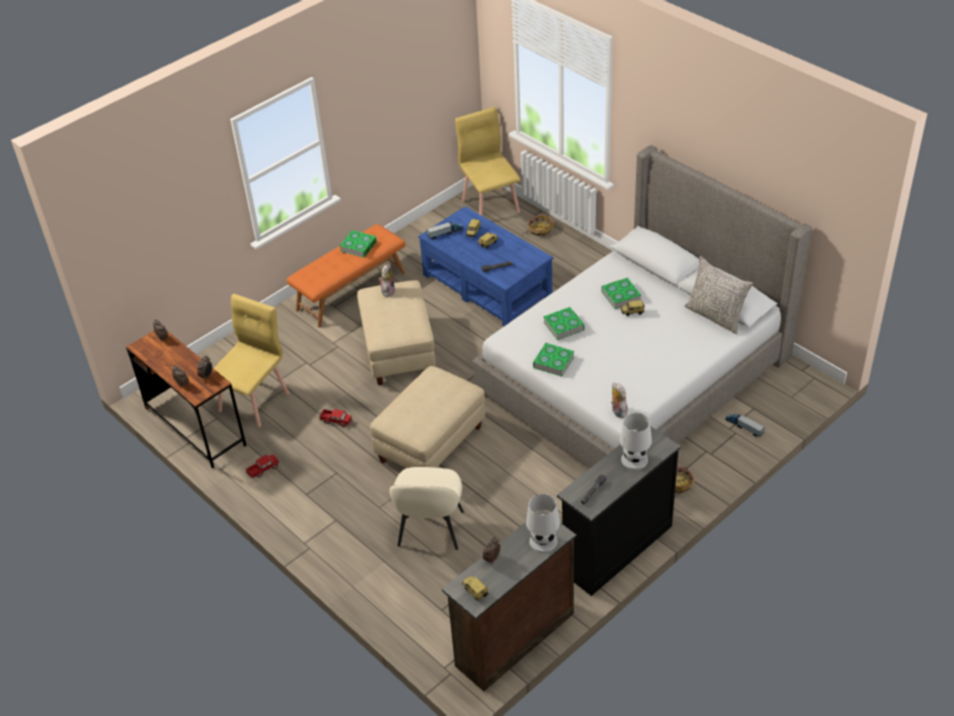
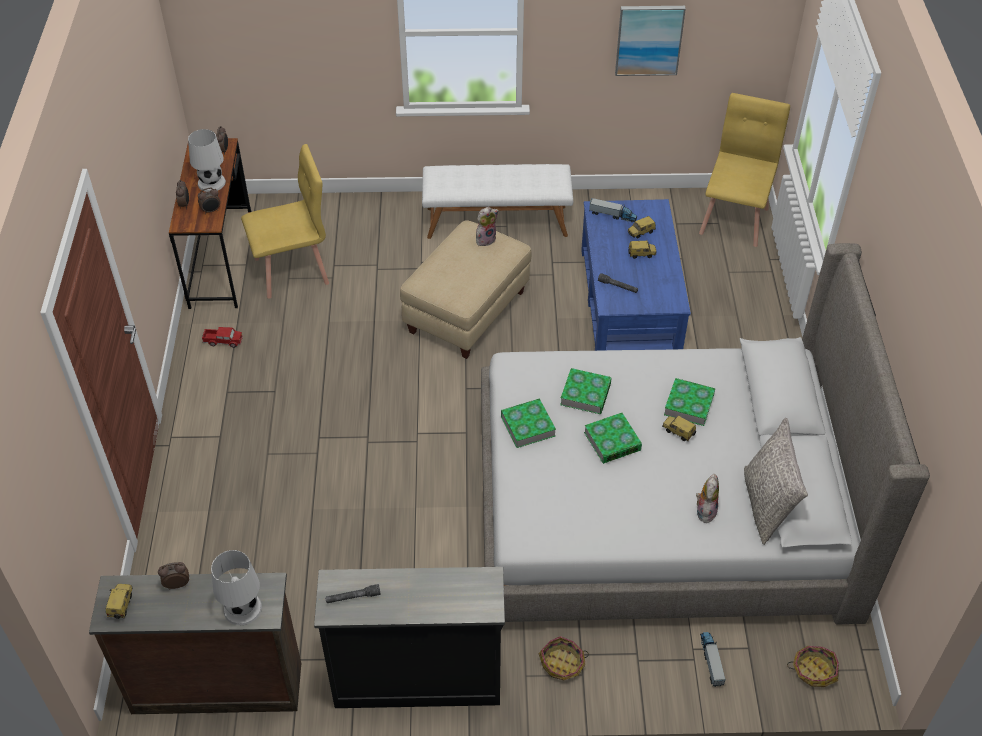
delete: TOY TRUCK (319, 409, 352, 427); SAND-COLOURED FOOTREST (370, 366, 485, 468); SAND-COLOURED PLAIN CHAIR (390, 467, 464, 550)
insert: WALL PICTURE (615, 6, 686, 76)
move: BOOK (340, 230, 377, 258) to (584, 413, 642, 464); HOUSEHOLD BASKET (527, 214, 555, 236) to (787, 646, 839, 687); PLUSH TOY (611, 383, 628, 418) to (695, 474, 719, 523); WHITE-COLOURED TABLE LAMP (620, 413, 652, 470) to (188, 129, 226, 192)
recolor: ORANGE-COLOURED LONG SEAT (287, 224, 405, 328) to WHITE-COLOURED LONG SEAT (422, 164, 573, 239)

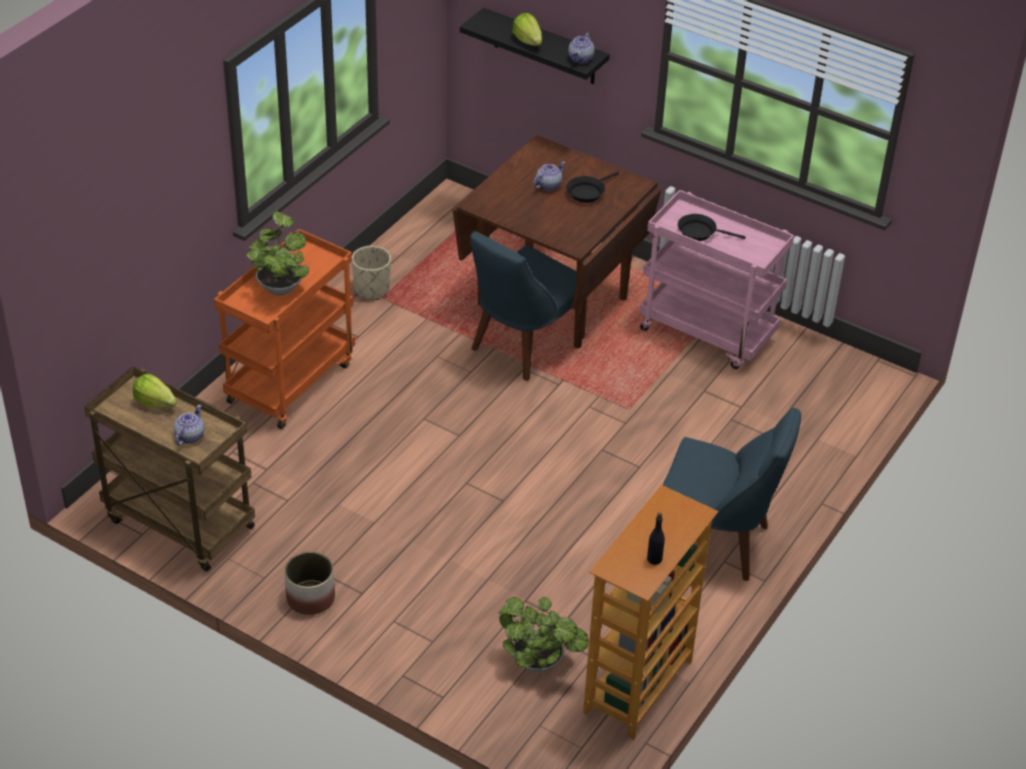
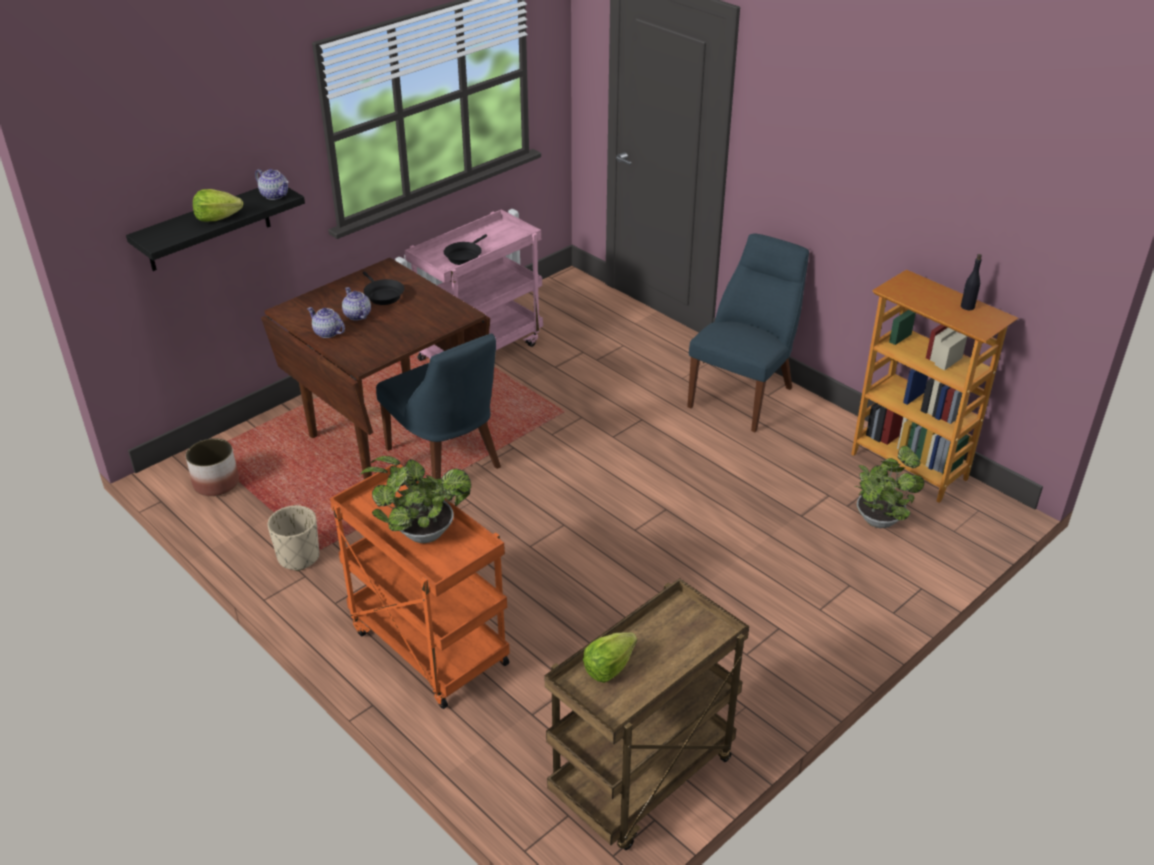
move: TEAPOT (174, 405, 204, 446) to (307, 307, 345, 338); PLANTER (285, 552, 335, 615) to (186, 438, 239, 496)

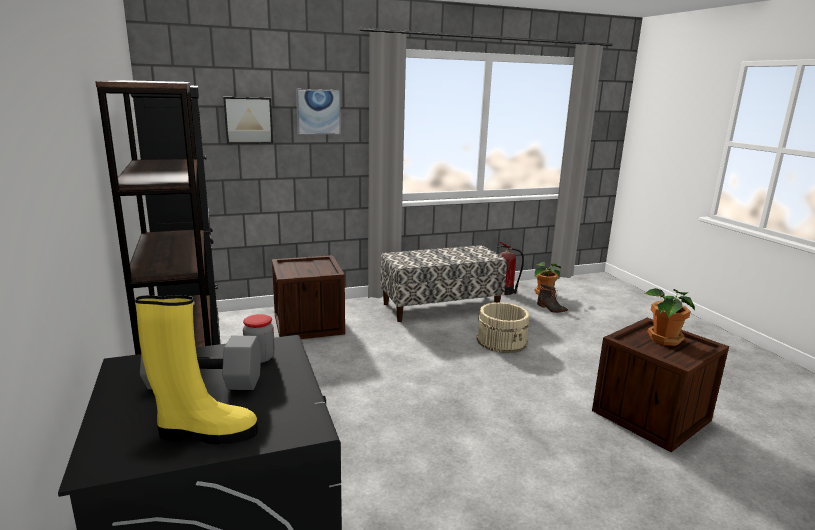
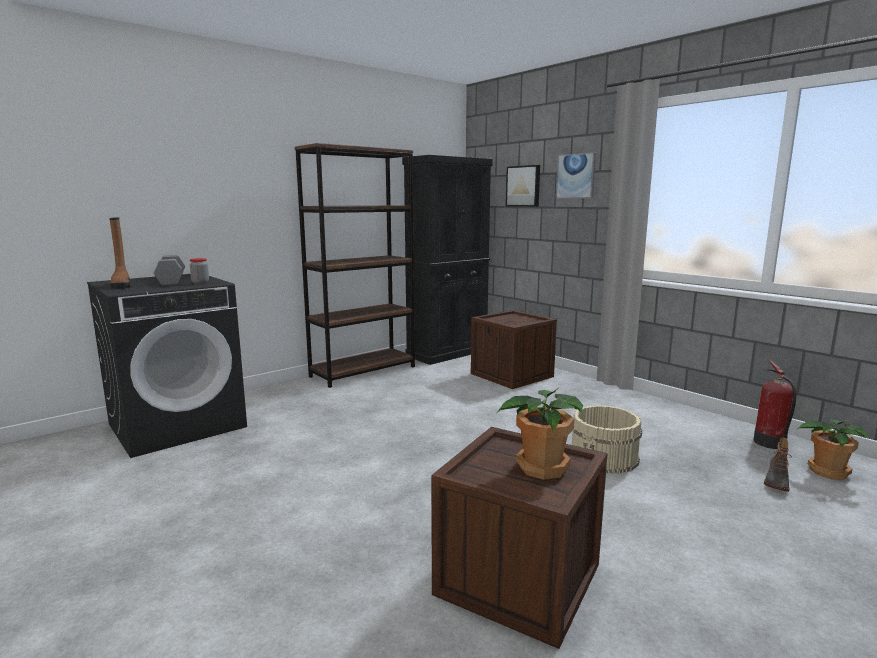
delete: LONG SEAT (380, 245, 507, 322)
recolor: YELLOWISH TALL BOOT (135, 295, 258, 445) to BROWNISH TALL BOOT (109, 217, 130, 289)

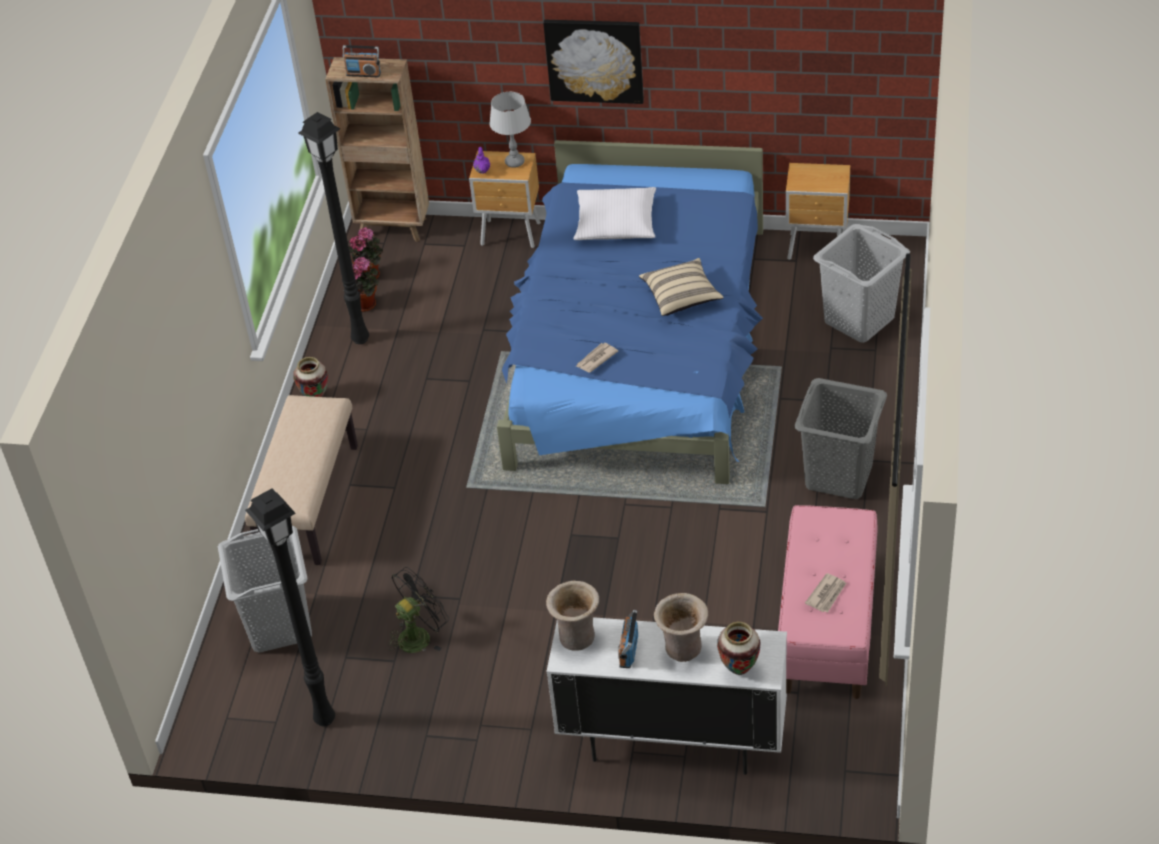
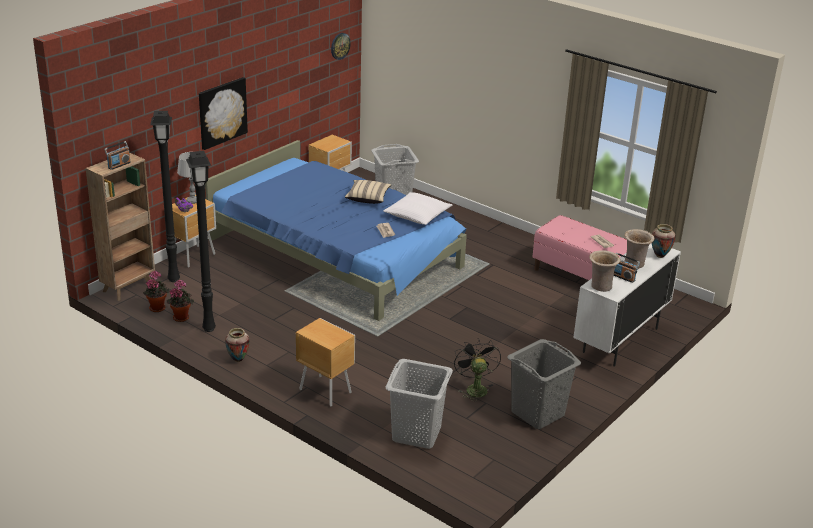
insert: HANGING CLOCK (331, 33, 351, 60)
move: BLACK-COLOURED STANDARD LAMP (245, 488, 335, 726) to (150, 111, 180, 282); WHITE-COLOURED PILLOW (573, 187, 656, 240) to (383, 192, 452, 225); GREY WASHING BASKET (794, 378, 887, 499) to (507, 339, 581, 429)
replace: SAND-COLOURED LONG SEAT (245, 395, 358, 565) to BROWNISH NIGHT TABLE (296, 318, 355, 407)

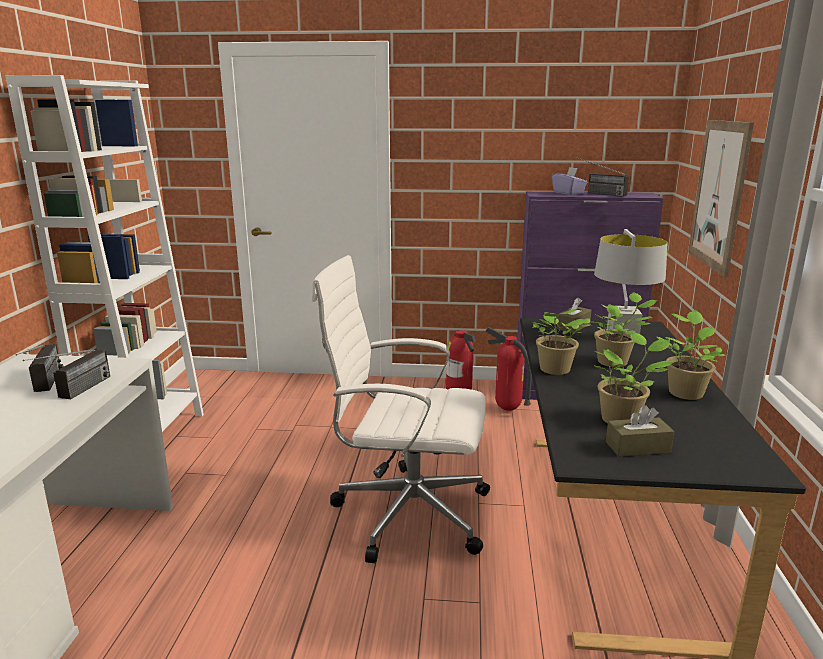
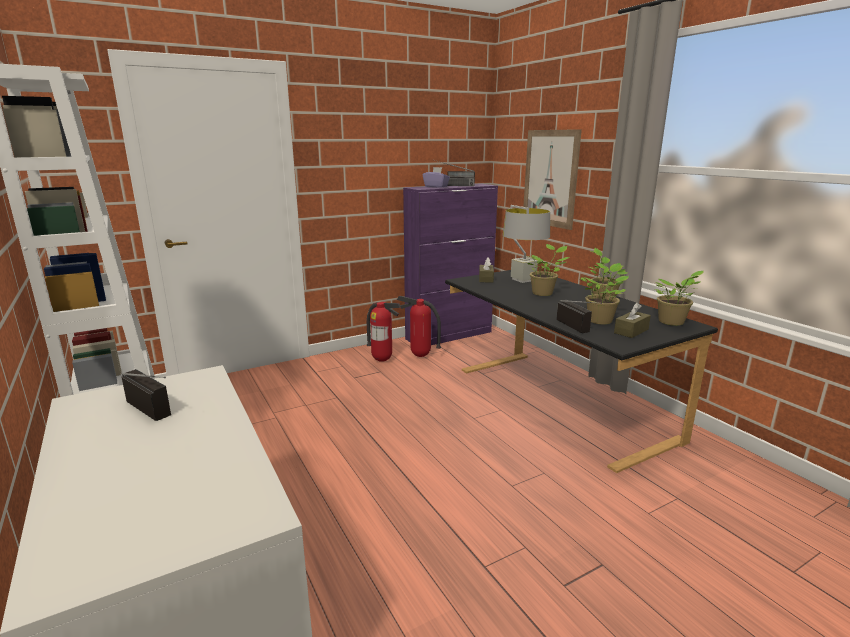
delete: WHITE-COLOURED OFFICE CHAIR (312, 255, 490, 563)
move: RADIO RECEIVER (23, 349, 110, 399) to (556, 300, 602, 333); POTTED PLANT (533, 309, 590, 375) to (655, 271, 703, 326)

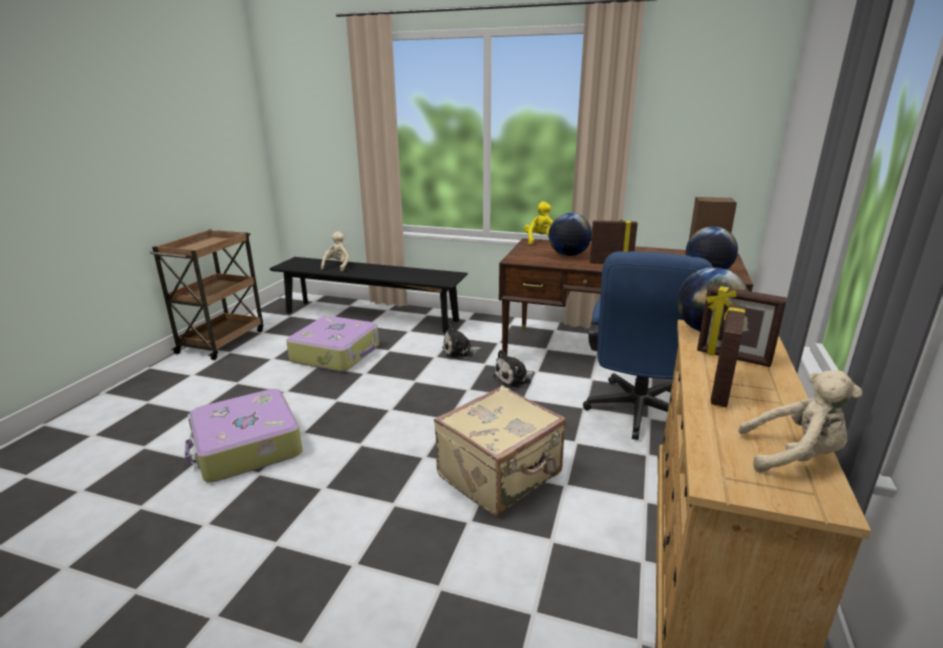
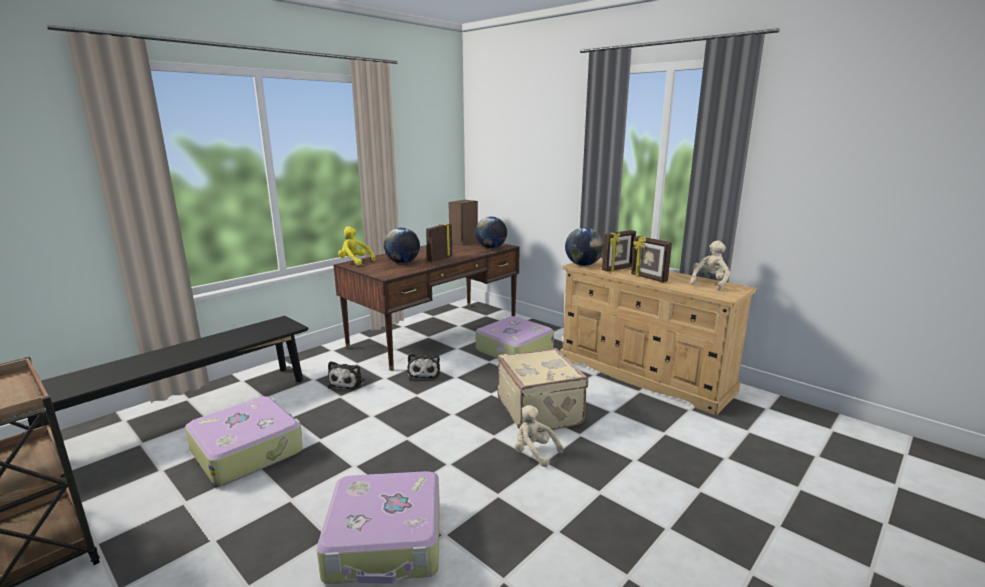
move: SAND-COLOURED PLUSH TOY (321, 231, 349, 272) to (515, 405, 563, 467)
replace: BLUISH OFFICE CHAIR (583, 251, 713, 440) to SUITCASE (476, 316, 554, 359)

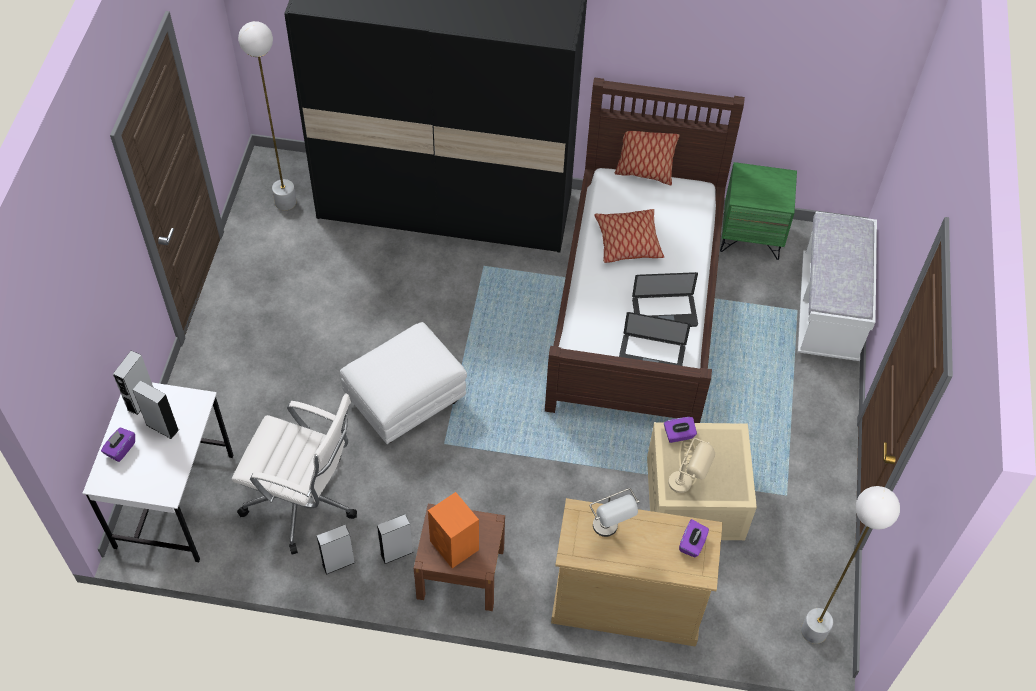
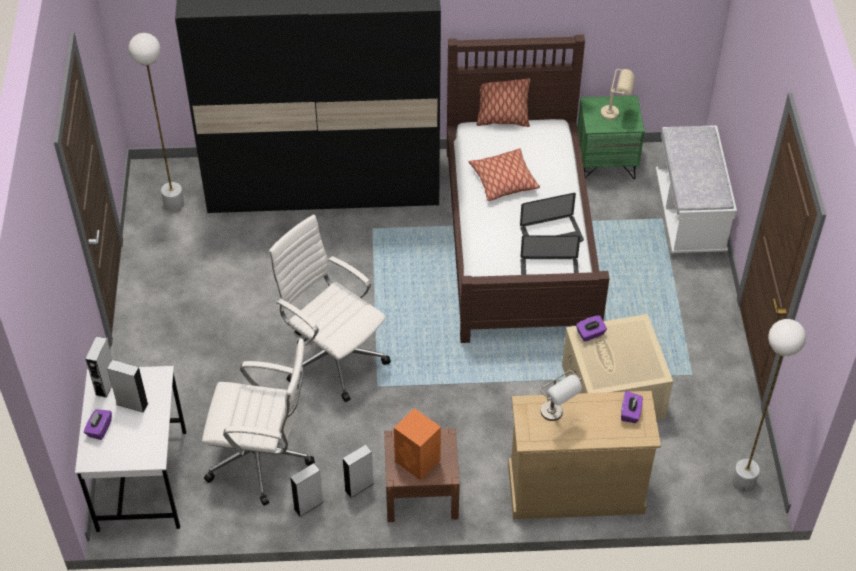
move: SAND-COLOURED TABLE LAMP (668, 438, 715, 493) to (601, 69, 635, 120)
replace: WHITE-COLOURED FOOTREST (340, 322, 467, 444) to WHITE-COLOURED OFFICE CHAIR (269, 214, 391, 402)

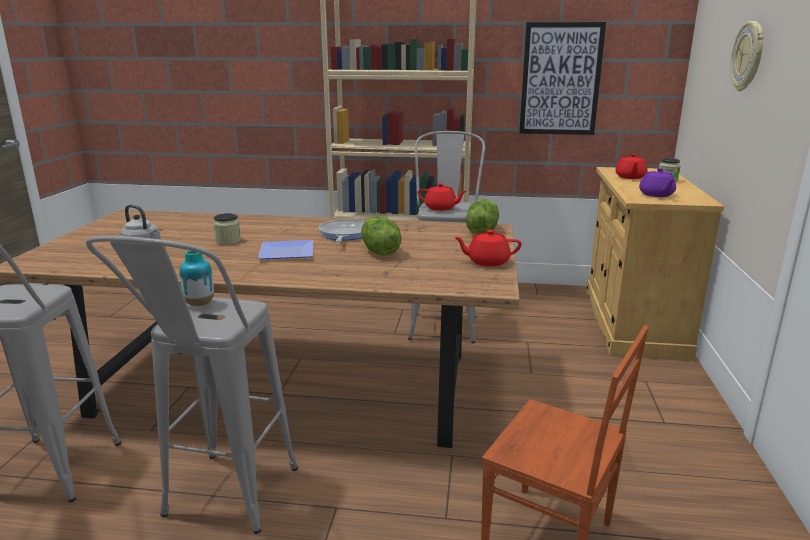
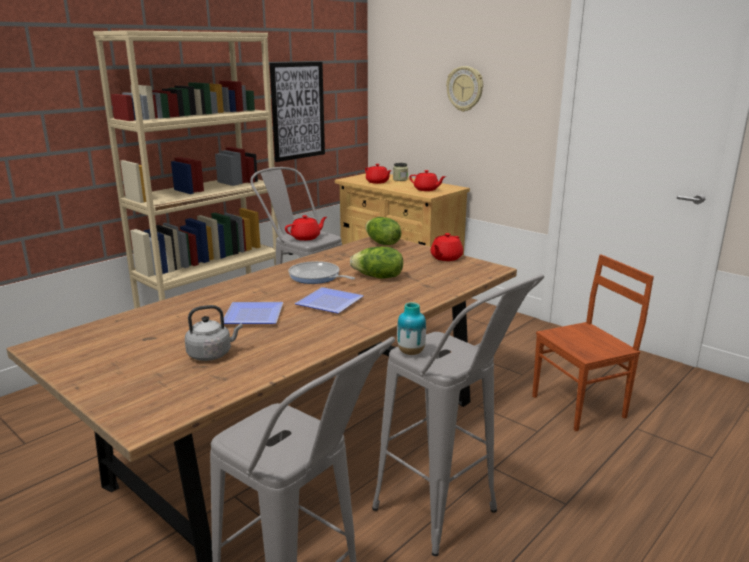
replace: STORAGE JAR (213, 213, 241, 245) to DINNER PLATE (224, 302, 283, 324)
recolor: PURPLISH TEAPOT (639, 168, 676, 197) to RED-COLOURED TEAPOT (409, 170, 446, 191)

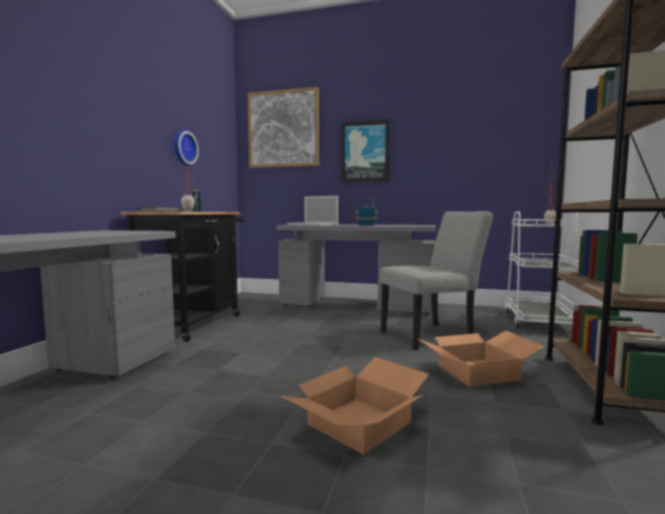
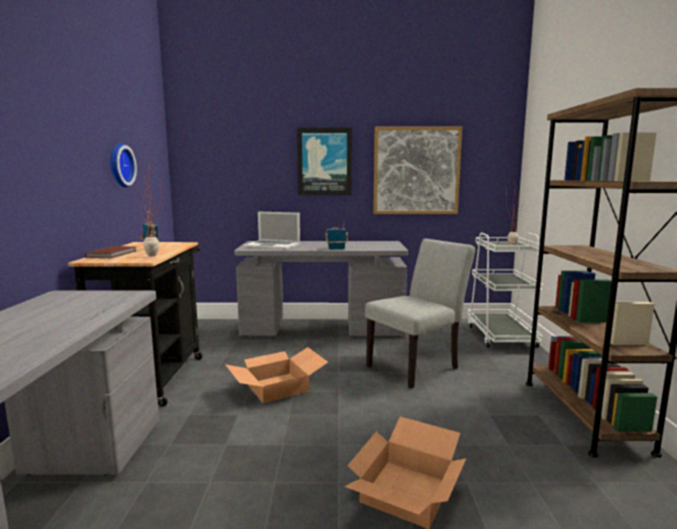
move: WALL PICTURE (248, 87, 319, 168) to (373, 127, 462, 214); CARTON (418, 331, 545, 387) to (225, 347, 328, 404)

